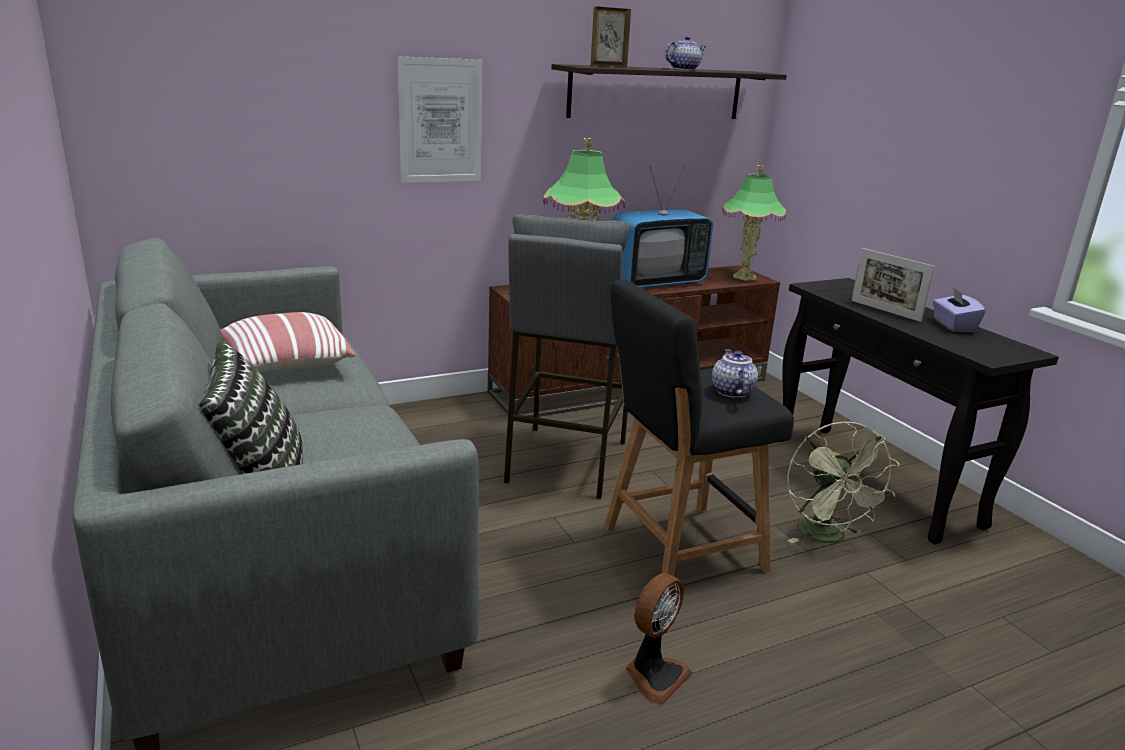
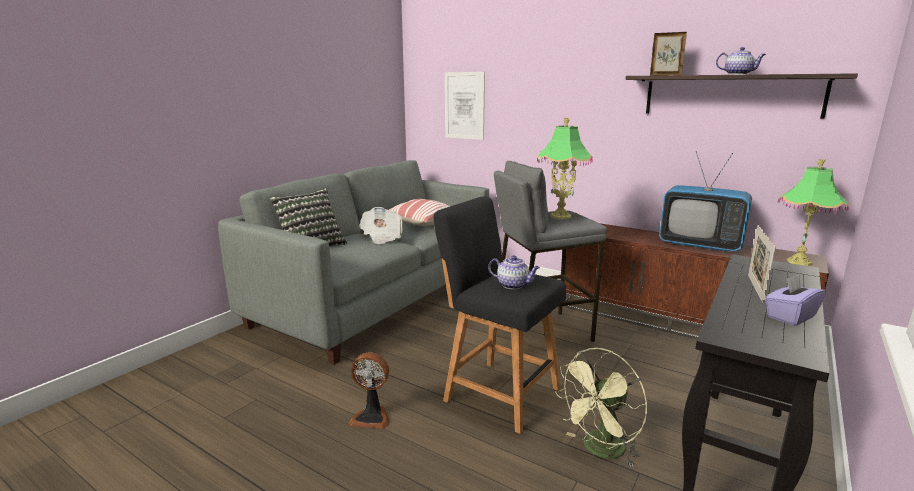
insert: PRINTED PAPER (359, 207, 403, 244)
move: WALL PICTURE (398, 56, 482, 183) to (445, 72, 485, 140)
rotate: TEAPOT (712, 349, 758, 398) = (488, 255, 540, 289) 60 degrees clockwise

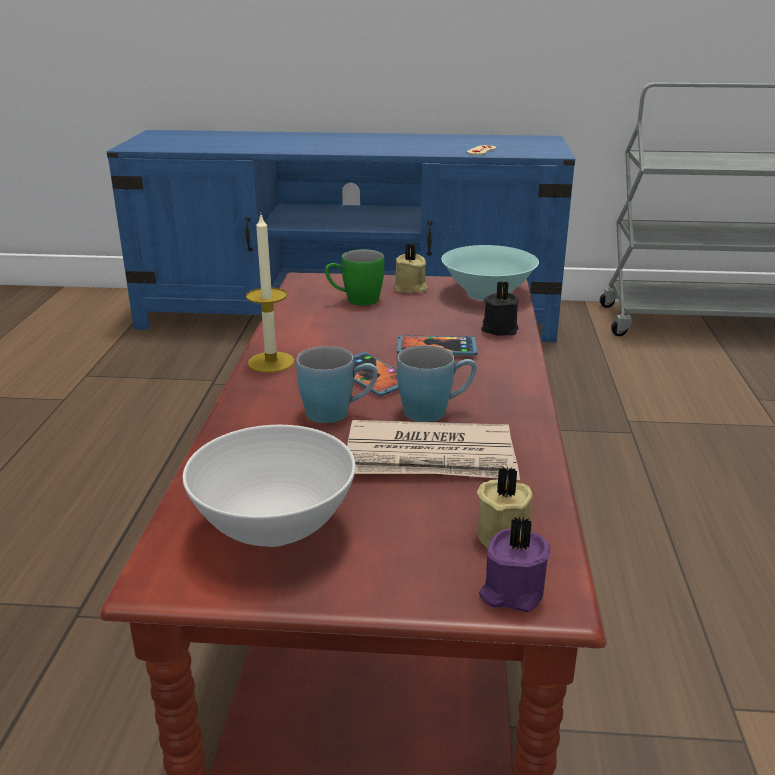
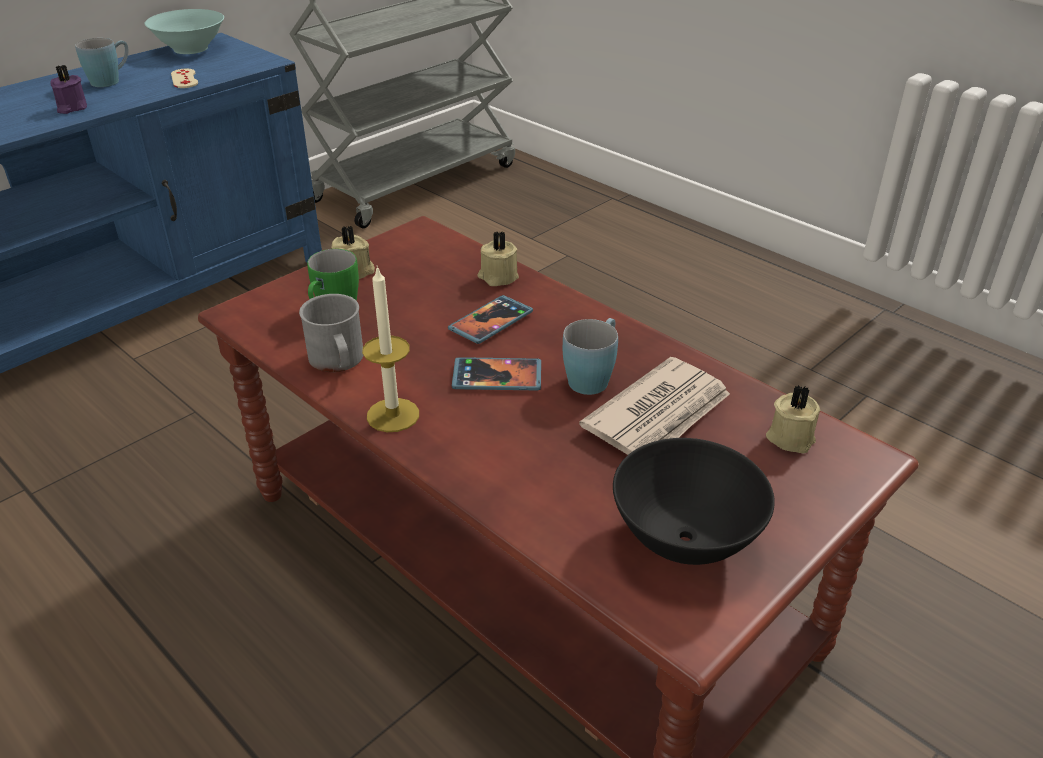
insert: GREY MUG (299, 294, 363, 372)
move: BLUISH MUG (296, 346, 377, 423) to (75, 38, 129, 87); BLUE-GREEN DEEP DISH (441, 245, 539, 301) to (145, 9, 224, 54); PURPLISH WAX CANDLE (479, 517, 551, 612) to (50, 65, 87, 114)
recolor: WHITE-COLOURED DEEP DISH (183, 425, 356, 547) to BLACK-COLOURED DEEP DISH (613, 438, 775, 565); BLACK-COLOURED WAX CANDLE (481, 281, 519, 336) to SAND-COLOURED WAX CANDLE (478, 231, 519, 286)

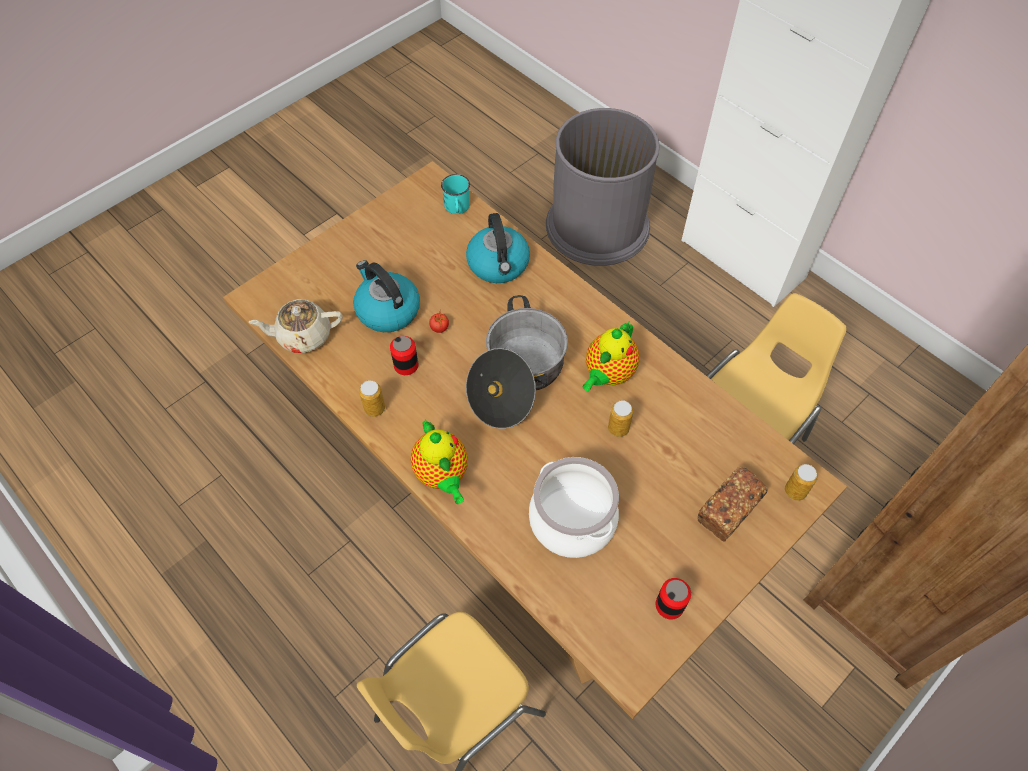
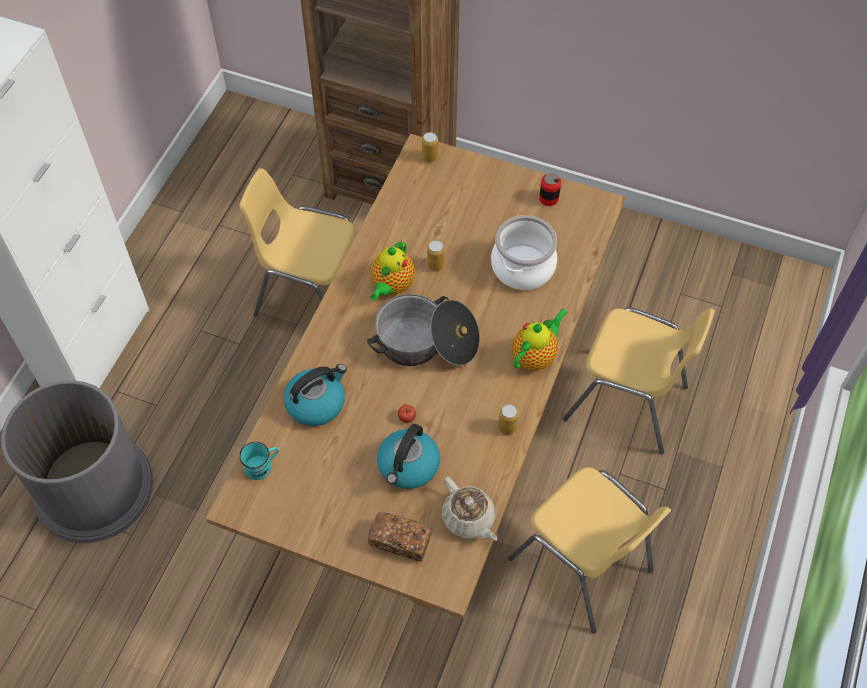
delete: METAL CAN (390, 336, 418, 375)
insert: YELLOWISH PLAIN CHAIR (508, 467, 671, 633)
move: BREAD (697, 467, 768, 542) to (368, 512, 432, 562)
rotate: TEAPOT (583, 321, 640, 391) = (371, 240, 415, 301) 105 degrees clockwise

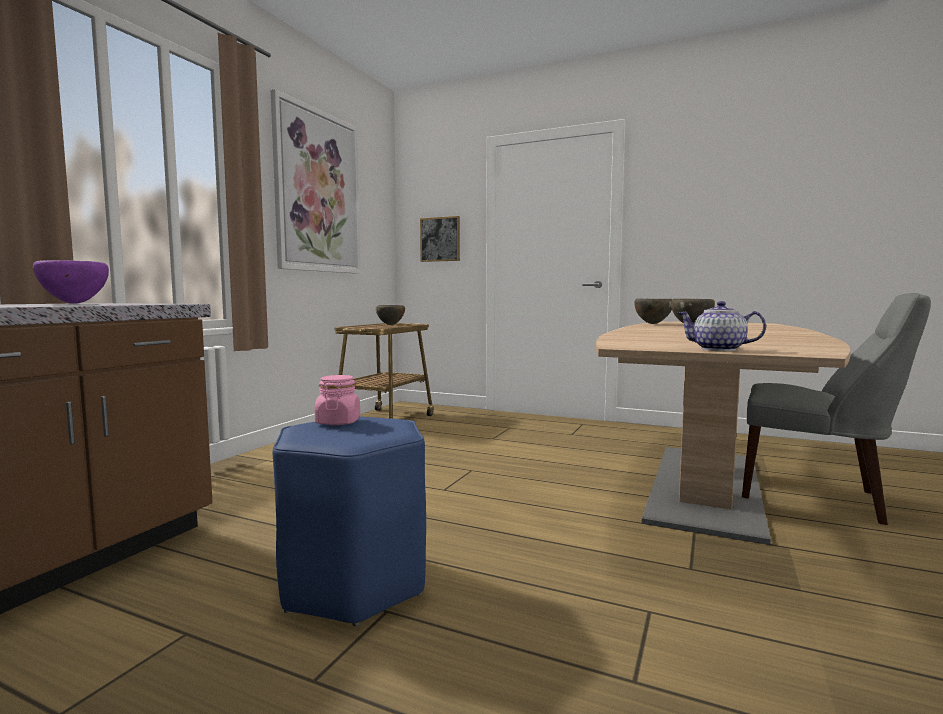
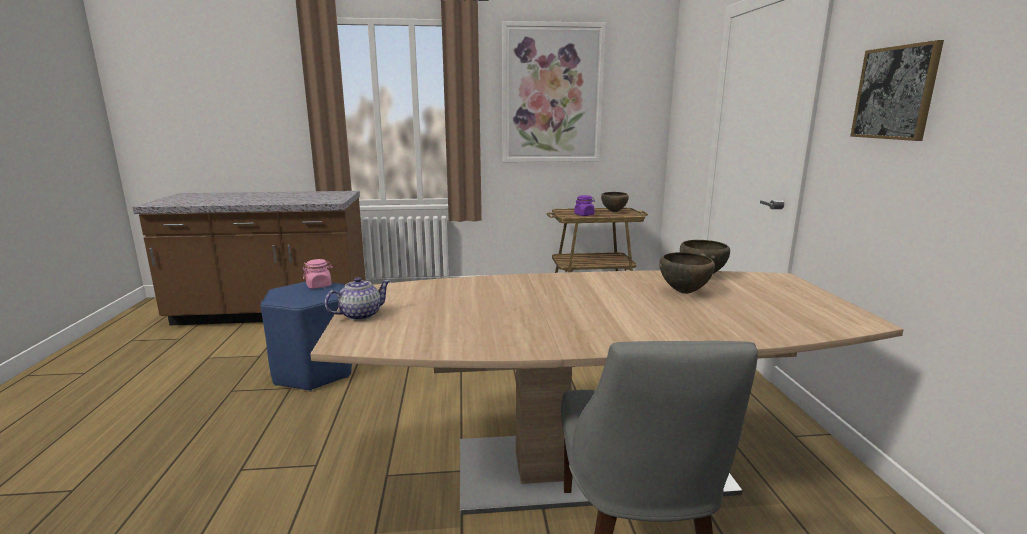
delete: PURPLISH DEEP DISH (33, 260, 109, 304)
insert: PURPLISH STORAGE JAR (575, 195, 595, 216)
move: WALL PICTURE (420, 216, 460, 262) to (850, 40, 944, 141)
rotate: TEAPOT (677, 301, 766, 351) = (325, 277, 390, 320) 60 degrees clockwise

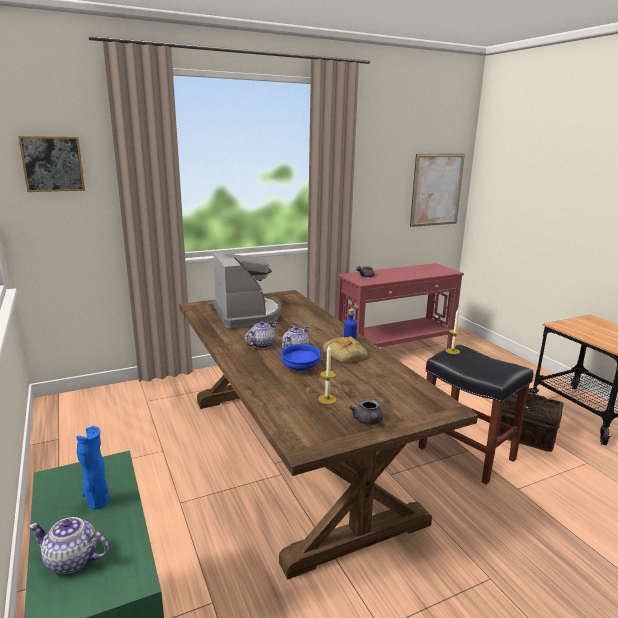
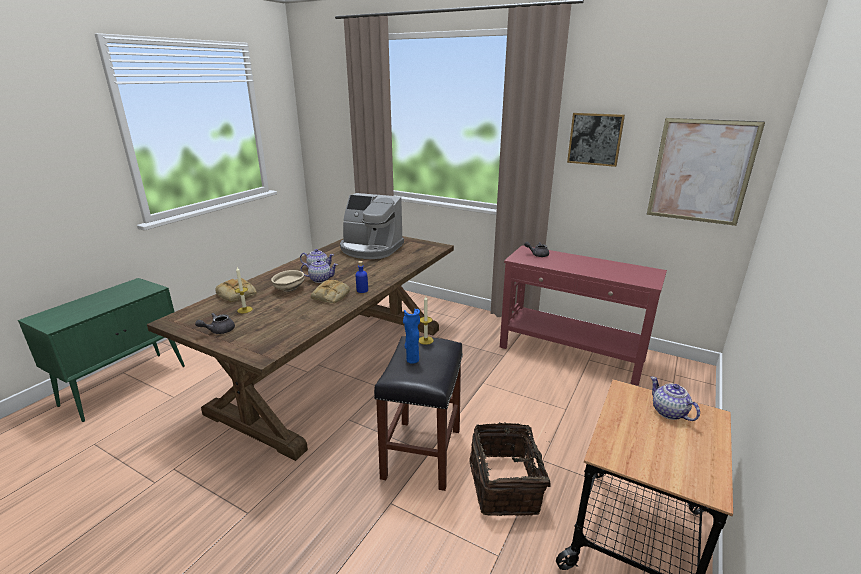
insert: BREAD (215, 278, 257, 302)
move: WALL PICTURE (18, 136, 85, 192) to (567, 113, 625, 167); TEAPOT (28, 517, 109, 574) to (651, 377, 700, 421); BLUISH FLOWER VASE (76, 426, 109, 509) to (403, 309, 420, 364)
recolor: BLUISH DEEP DISH (281, 344, 320, 372) to SAND-COLOURED DEEP DISH (271, 270, 305, 292)
rotate: COFFEE MAKER (213, 252, 281, 329) = (340, 193, 404, 259) 75 degrees clockwise

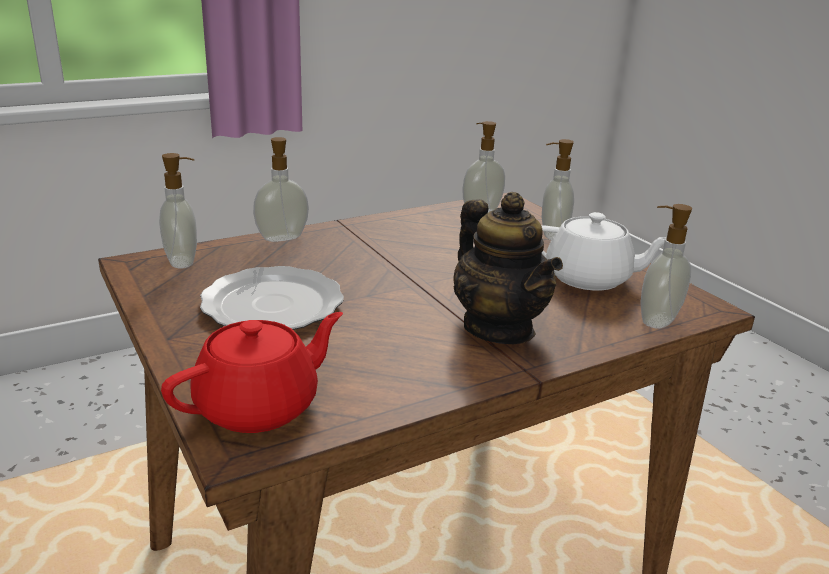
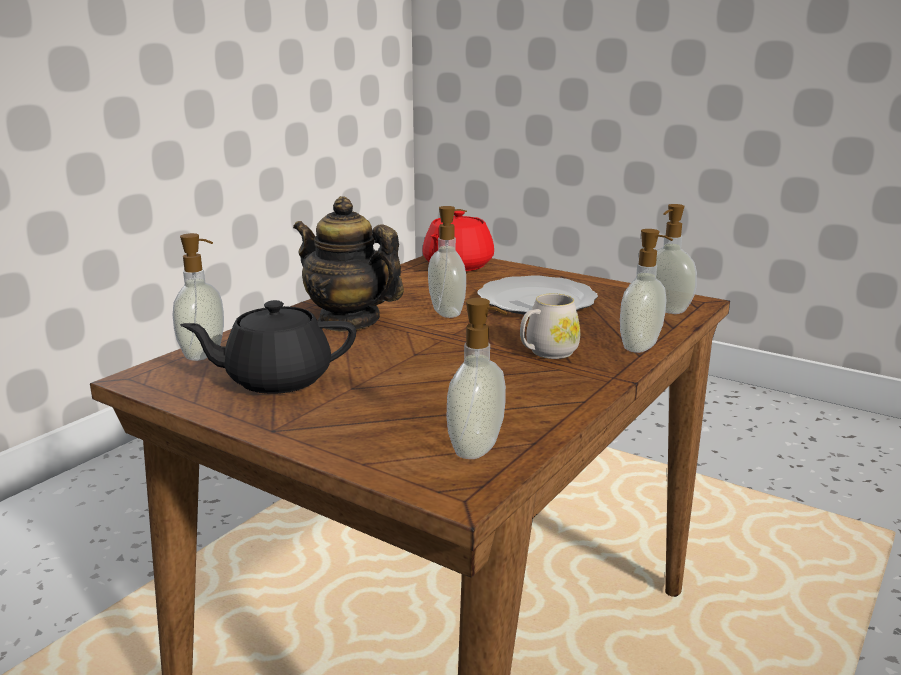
insert: WHITE-COLOURED MUG (520, 293, 580, 359)
move: SOAP DISPENSER (541, 139, 574, 240) to (428, 206, 467, 318)
recolor: WHITE-COLOURED TEAPOT (541, 212, 667, 291) to BLACK-COLOURED TEAPOT (180, 300, 356, 394)

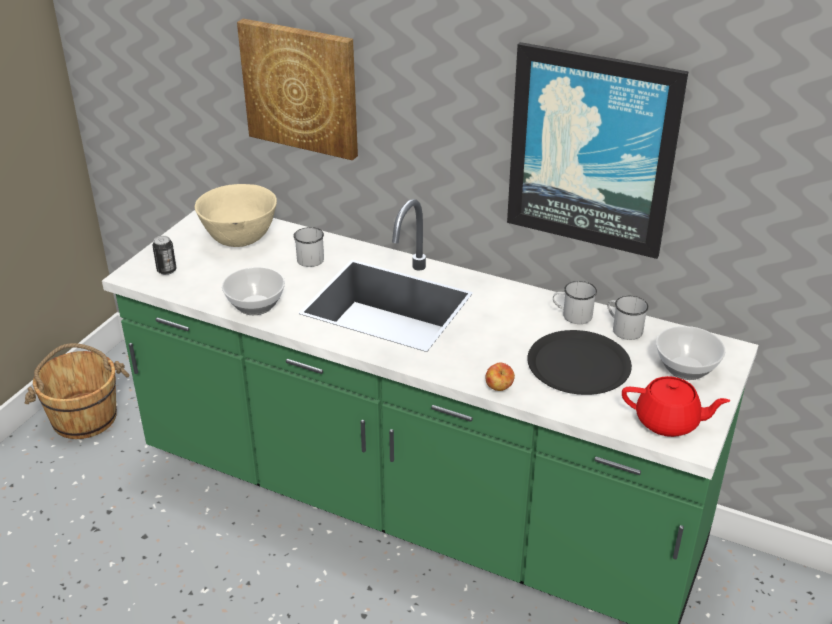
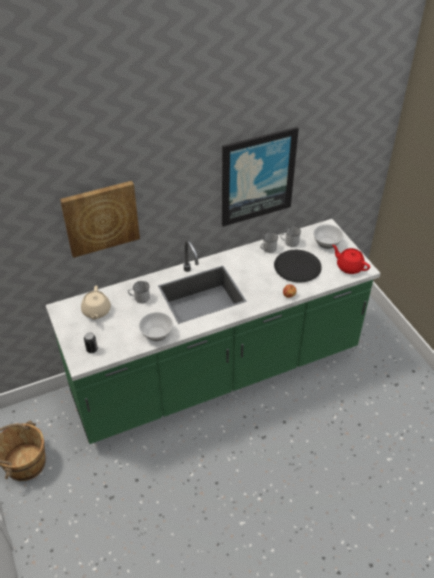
replace: SAND-COLOURED DEEP DISH (195, 184, 277, 247) to SAND-COLOURED TEAPOT (81, 285, 111, 320)
rotate: RED-COLOURED TEAPOT (622, 376, 730, 437) = (332, 245, 370, 274) 105 degrees counterclockwise

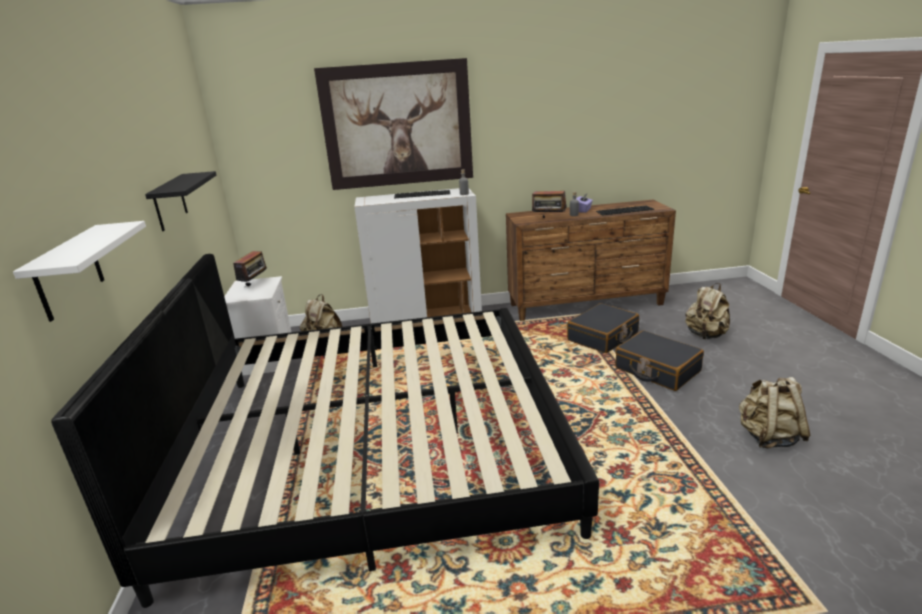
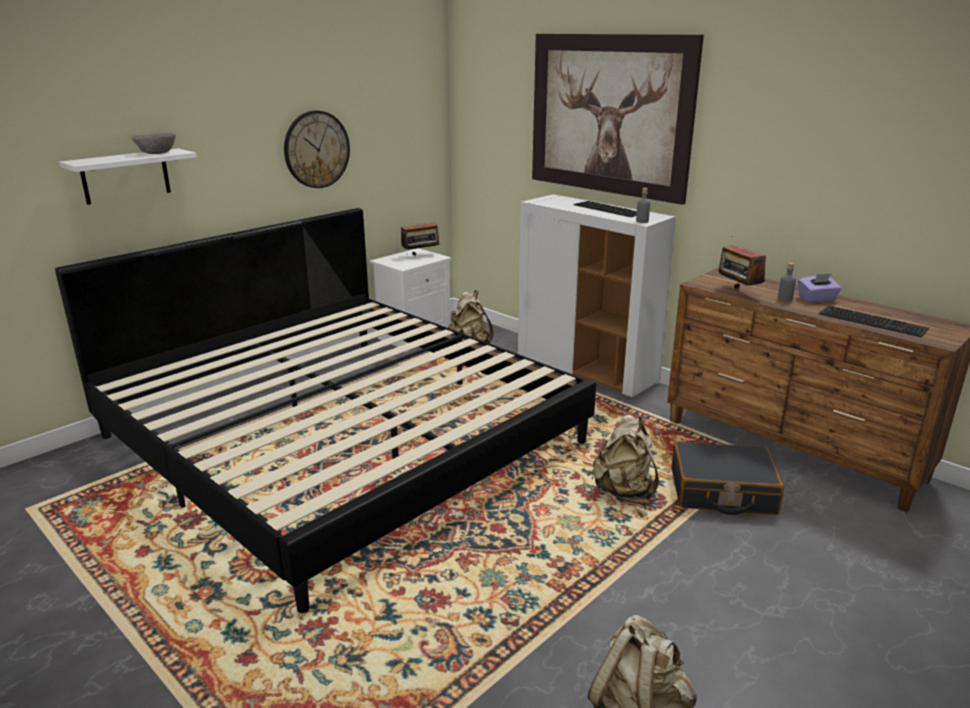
delete: BLACK-COLOURED SUITCASE (615, 330, 704, 391)
insert: GREY DEEP DISH (131, 133, 176, 154)
move: SAND-COLOURED KNAPSACK (685, 283, 730, 339) to (592, 415, 659, 500)
replace: BLACK-COLOURED WALL SHELF (145, 171, 217, 231) to HANGING CLOCK (284, 111, 350, 188)

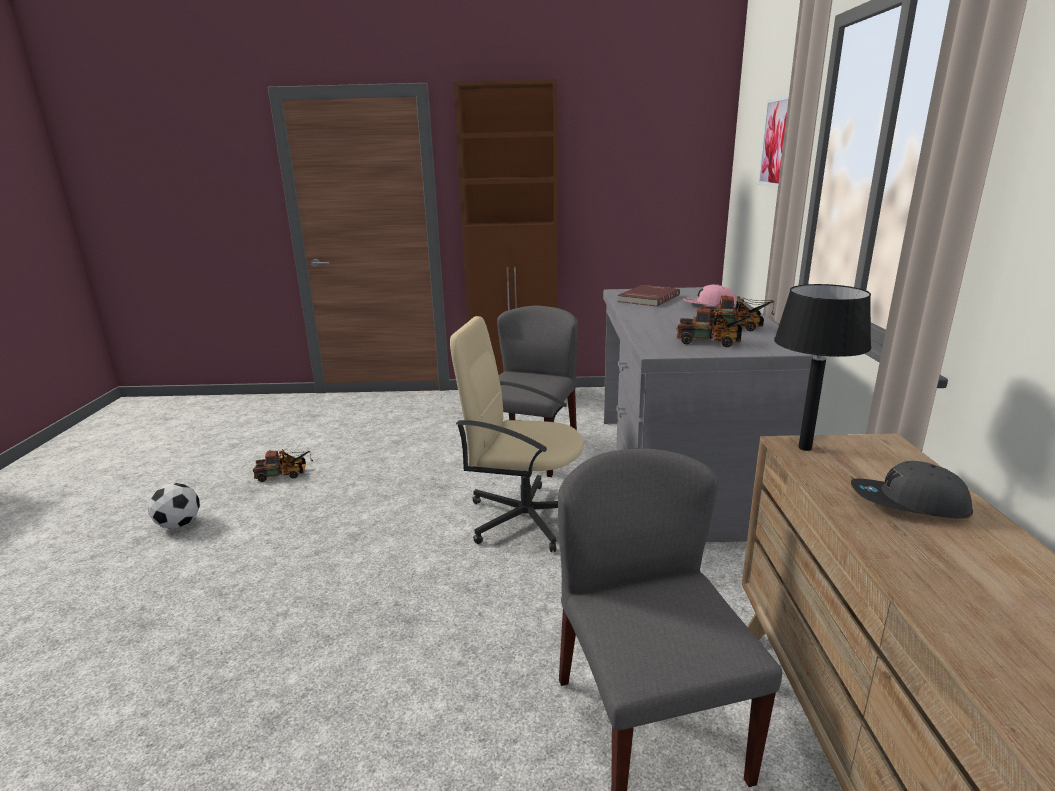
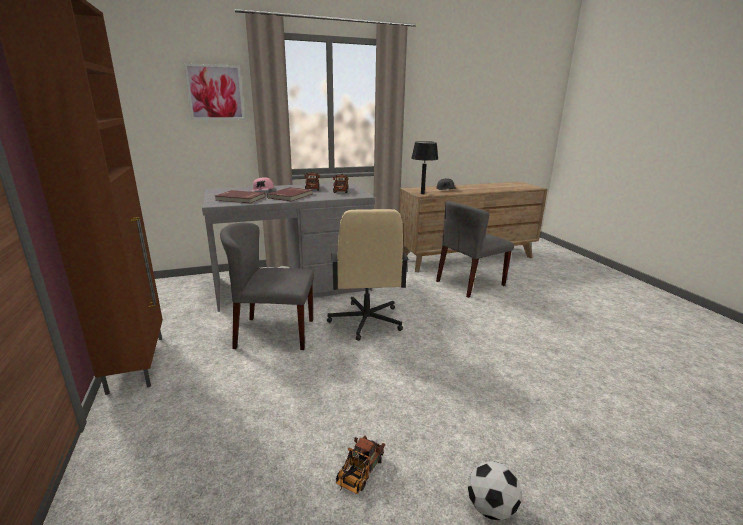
insert: RED-COLOURED BOOK (267, 187, 312, 201)
rotate: TOY TRUCK (253, 449, 313, 482) = (336, 435, 385, 494) 120 degrees counterclockwise

